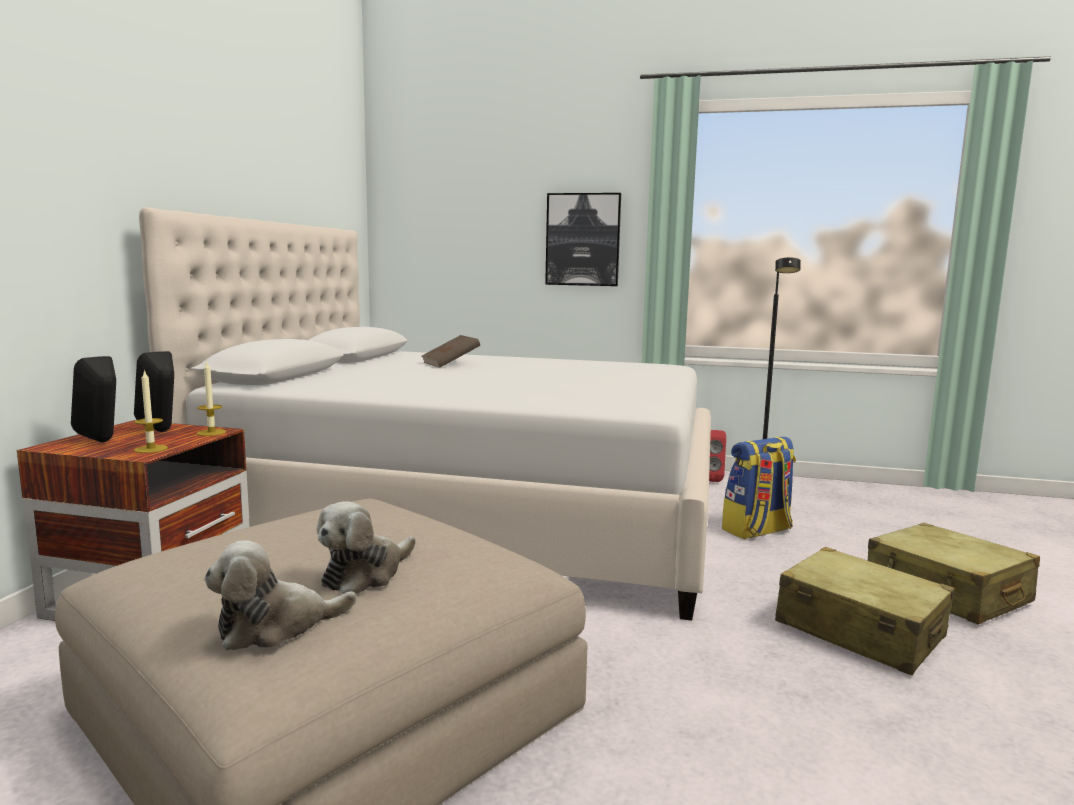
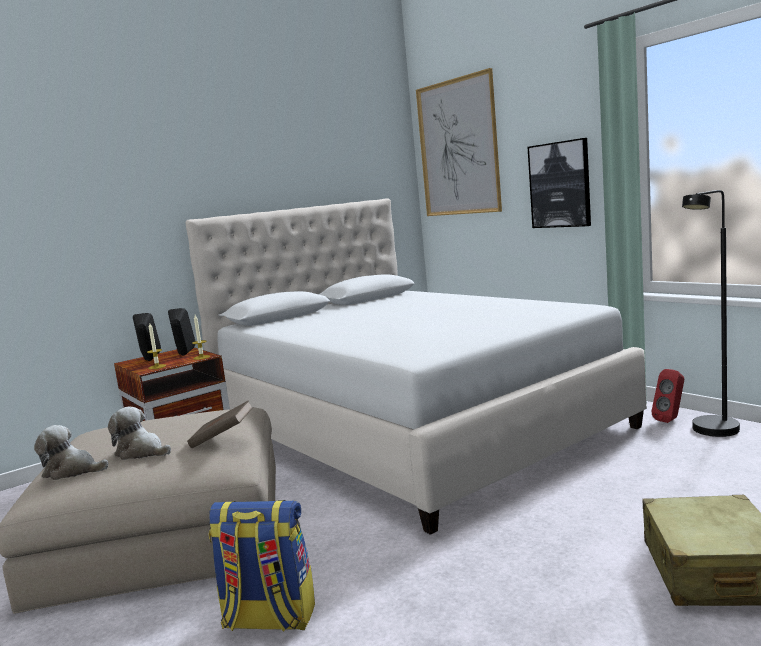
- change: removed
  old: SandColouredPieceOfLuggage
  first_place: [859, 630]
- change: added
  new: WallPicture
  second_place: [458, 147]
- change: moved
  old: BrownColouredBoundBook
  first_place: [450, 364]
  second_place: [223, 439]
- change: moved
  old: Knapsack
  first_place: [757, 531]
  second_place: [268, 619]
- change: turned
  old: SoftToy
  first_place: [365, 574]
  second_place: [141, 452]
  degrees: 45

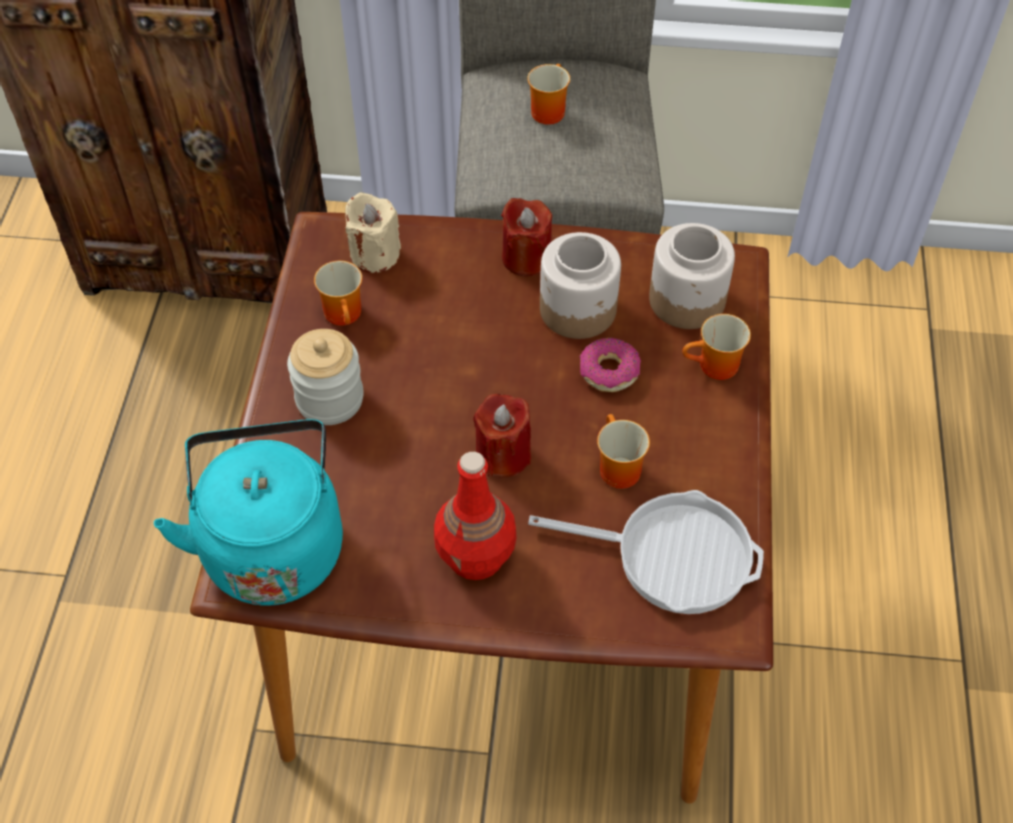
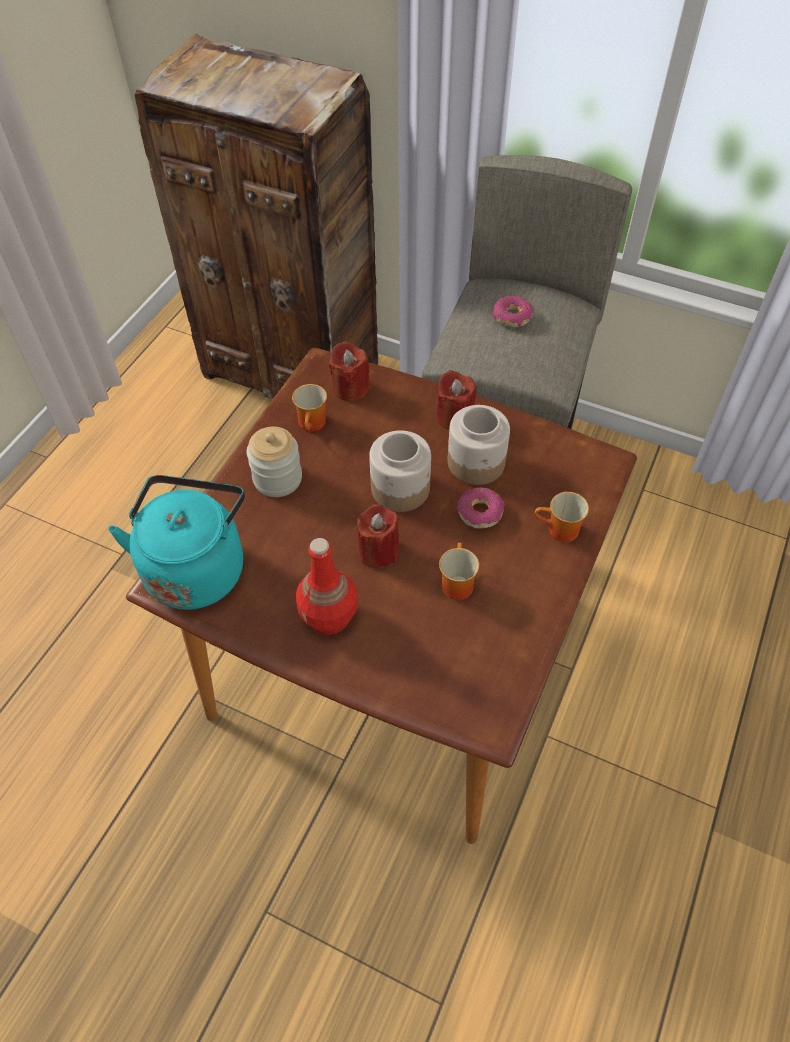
- change: removed
  old: Skillet
  first_place: [672, 555]
- change: moved
  old: Jar
  first_place: [687, 300]
  second_place: [401, 488]
- change: replaced
  old: Mug
  new: Doughnut
  first_place: [546, 110]
  second_place: [512, 317]
- change: recoloured
  old: SandColouredWaxLight
  new: RedColouredWaxLight
  first_place: [374, 254]
  second_place: [350, 388]

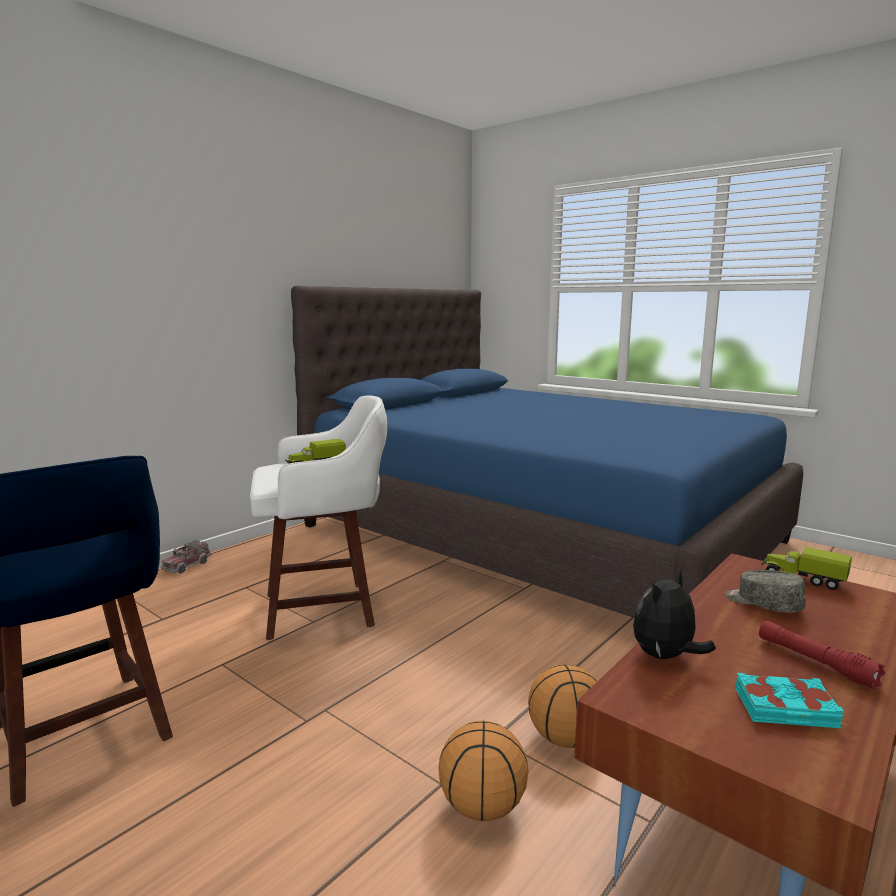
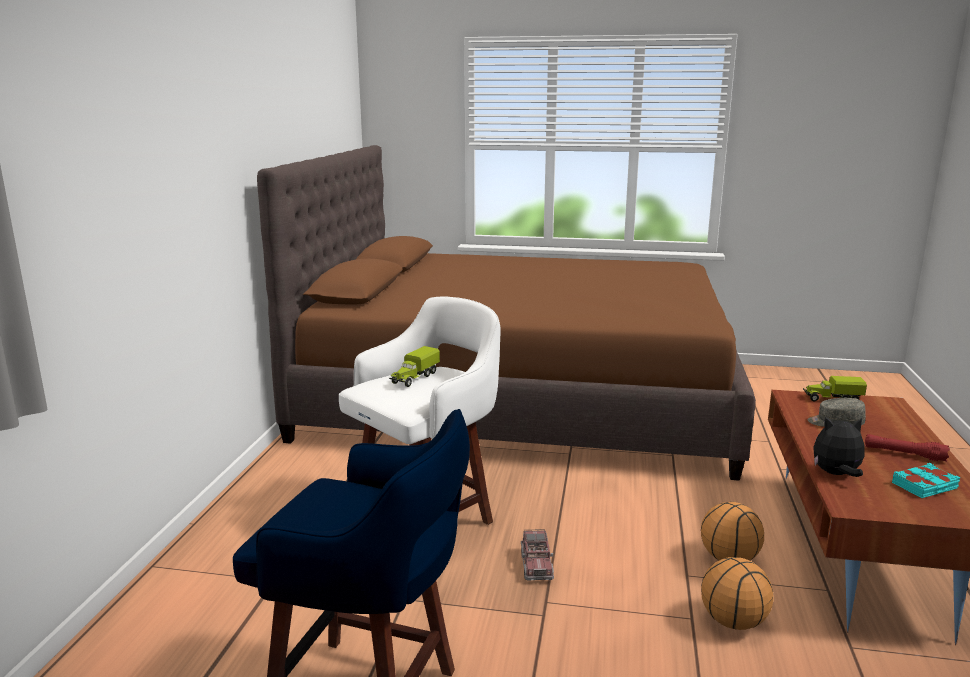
- change: moved
  old: ModelTruck
  first_place: [187, 565]
  second_place: [536, 565]
- change: recoloured
  old: BlueBed
  new: BrownColouredBed
  first_place: [538, 533]
  second_place: [520, 399]
- change: turned
  old: SoftToy
  first_place: [665, 657]
  second_place: [836, 474]
  degrees: 75

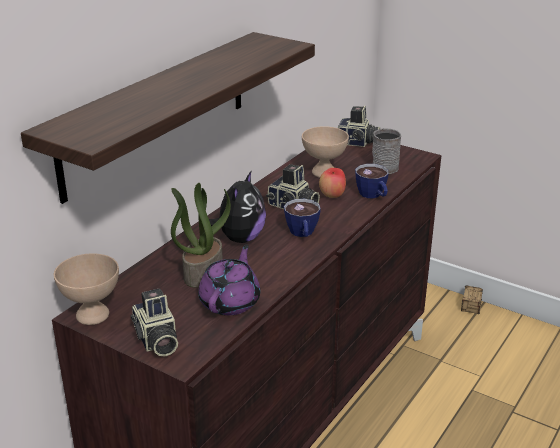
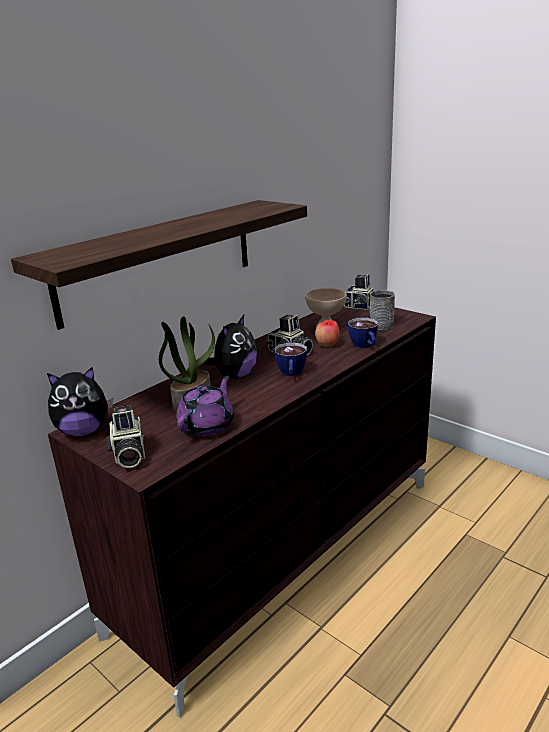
- change: removed
  old: StorageBin
  first_place: [469, 316]
- change: replaced
  old: SandColouredServingBowl
  new: SoftToy
  first_place: [93, 314]
  second_place: [84, 431]

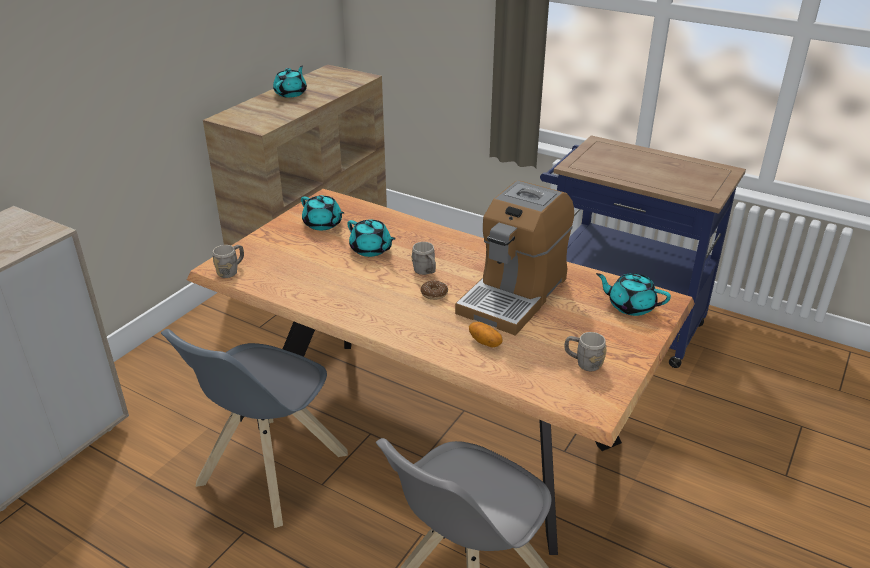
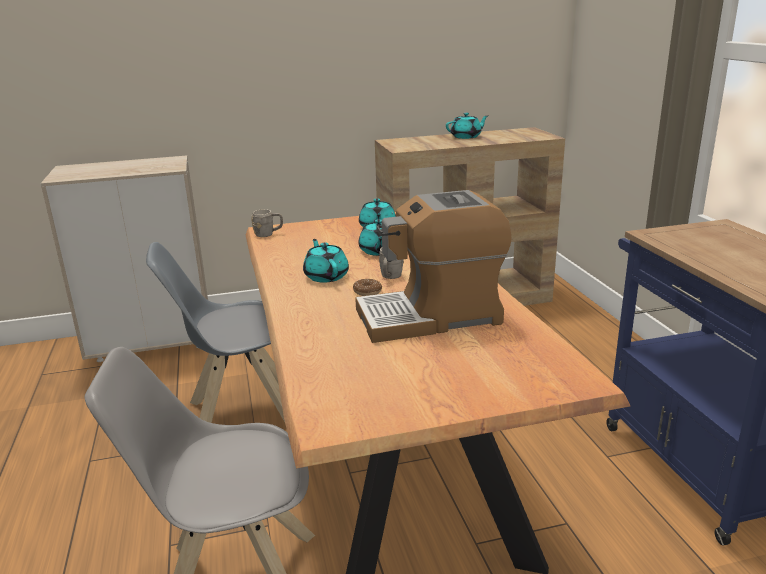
- change: removed
  old: WholePotato
  first_place: [485, 342]
- change: removed
  old: GreyishMug
  first_place: [583, 363]
- change: moved
  old: TurquoiseTeaPot
  first_place: [630, 306]
  second_place: [326, 276]

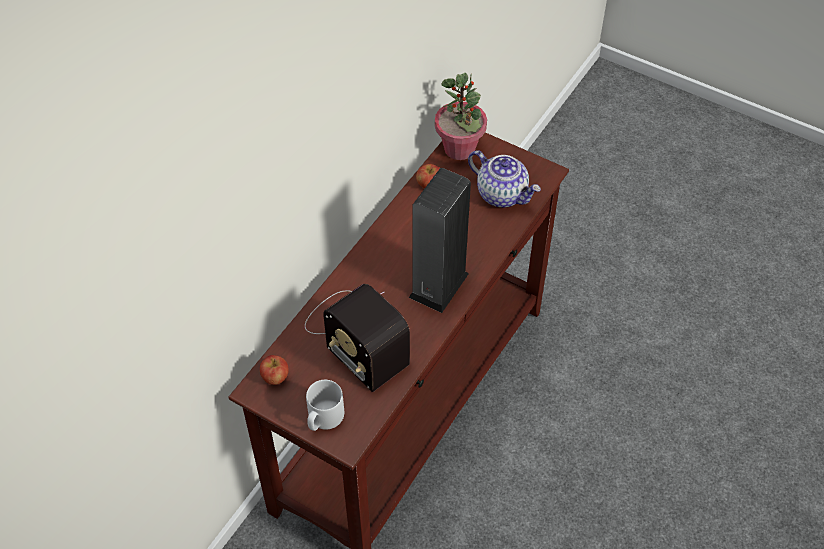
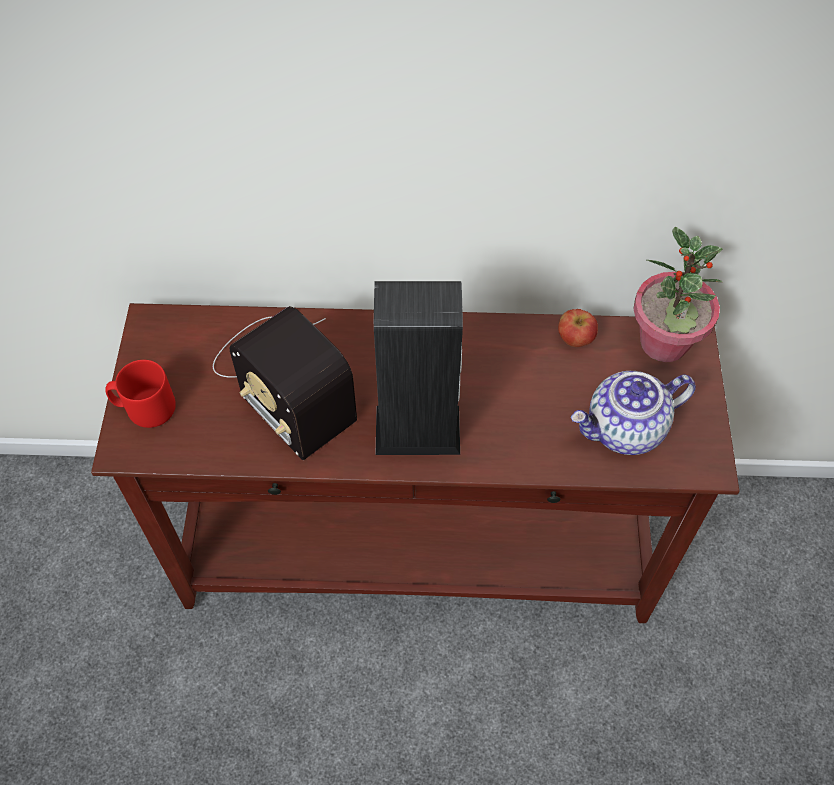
- change: removed
  old: WholeApple
  first_place: [275, 377]
- change: recoloured
  old: GreyishMug
  new: RedColouredMug
  first_place: [323, 418]
  second_place: [145, 408]
- change: turned
  old: RadioReceiver
  first_place: [355, 336]
  second_place: [283, 380]
  degrees: -60
- change: turned
  old: TeaPot
  first_place: [502, 194]
  second_place: [625, 430]
  degrees: 60

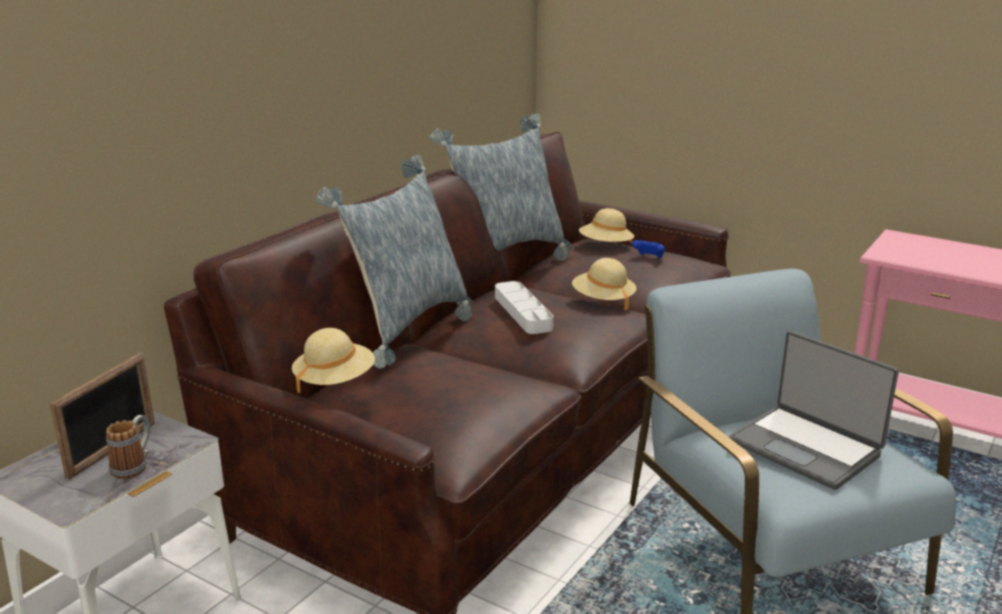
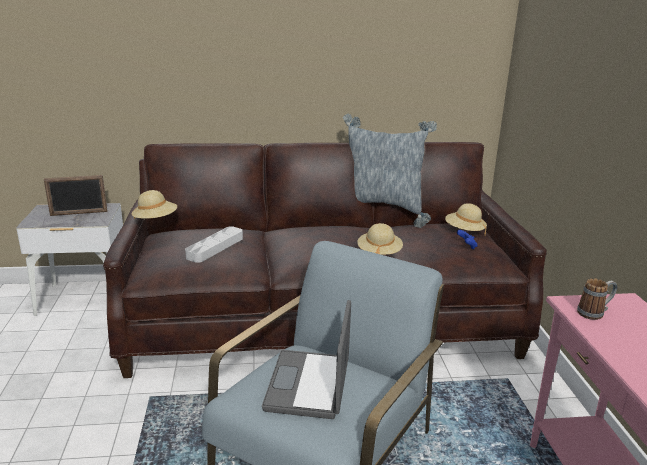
- change: removed
  old: ThrowPillow
  first_place: [403, 338]
- change: moved
  old: Mug
  first_place: [134, 466]
  second_place: [594, 313]
- change: moved
  old: GreyishTray
  first_place: [523, 312]
  second_place: [215, 247]

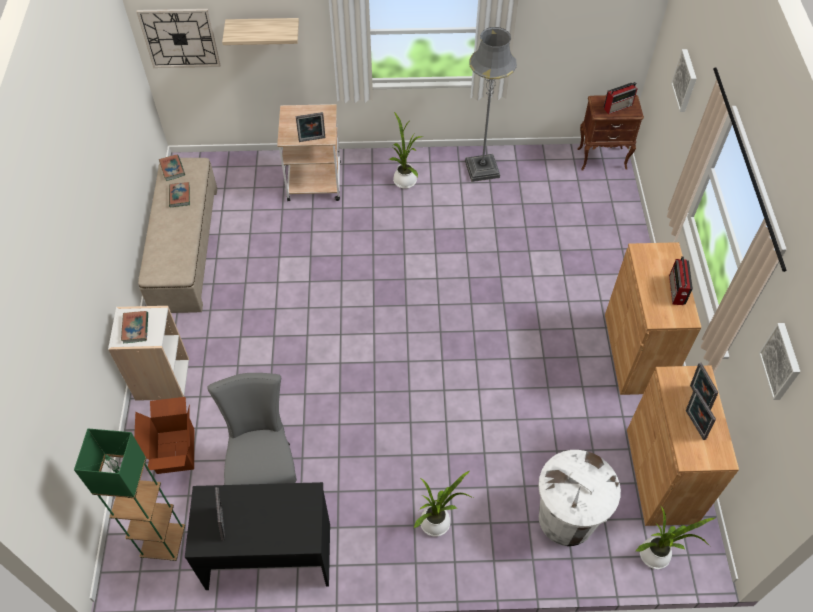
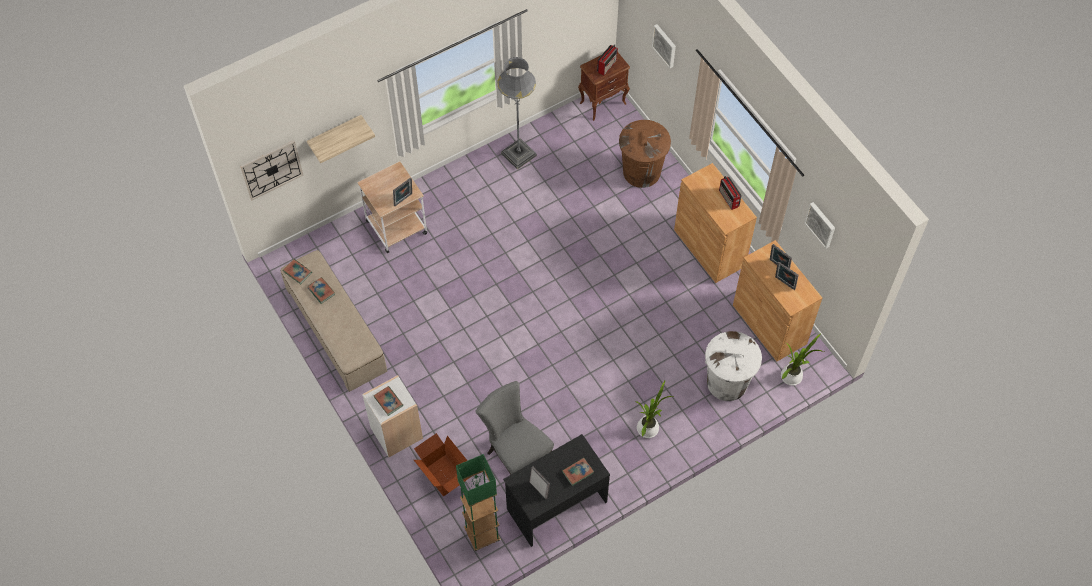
- change: removed
  old: PlantInAPot
  first_place: [404, 179]
- change: added
  new: BoundBook
  second_place: [577, 472]
- change: added
  new: BrownColouredWasteBin
  second_place: [641, 172]

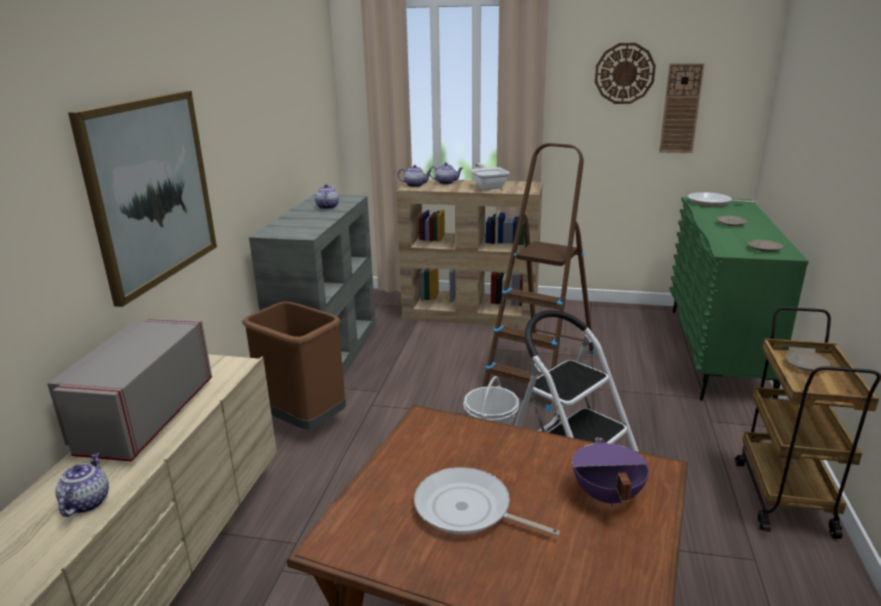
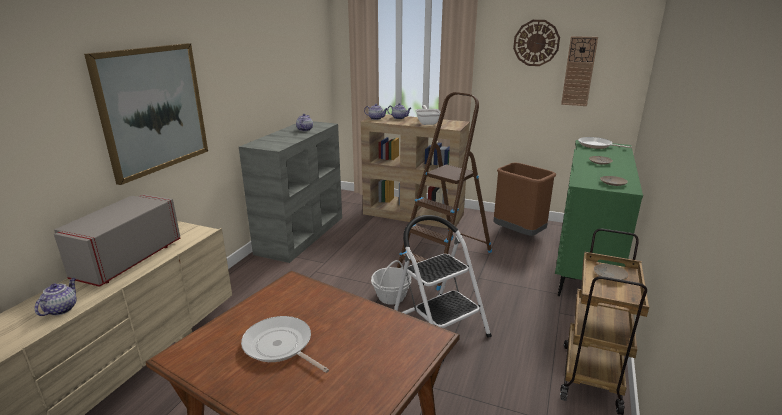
- change: removed
  old: PurplishStockpot
  first_place: [605, 495]
- change: moved
  old: BrownColouredWasteBin
  first_place: [304, 421]
  second_place: [519, 233]

